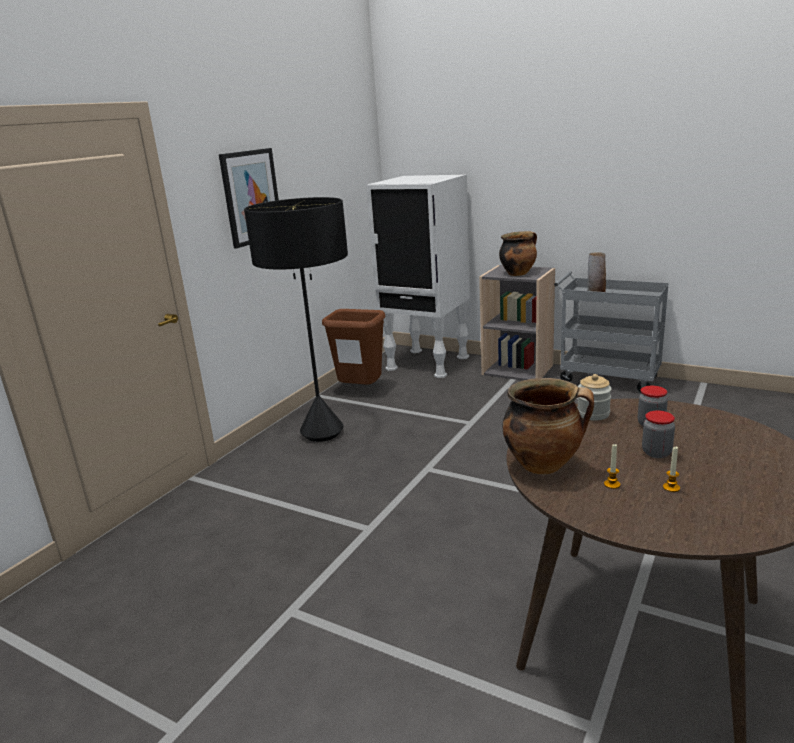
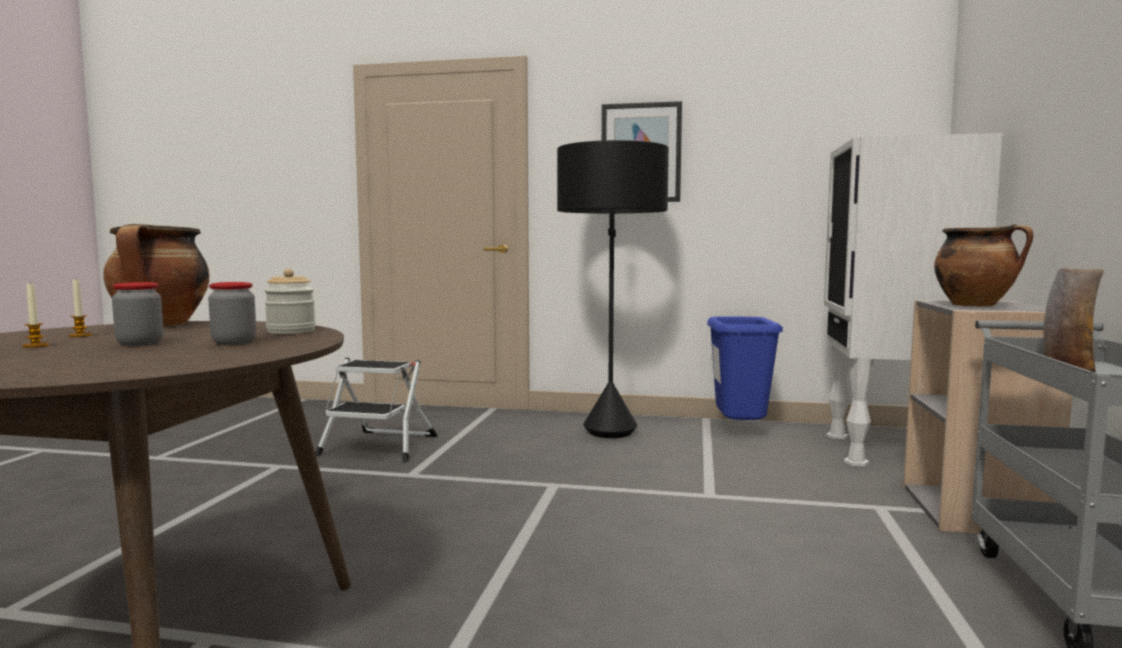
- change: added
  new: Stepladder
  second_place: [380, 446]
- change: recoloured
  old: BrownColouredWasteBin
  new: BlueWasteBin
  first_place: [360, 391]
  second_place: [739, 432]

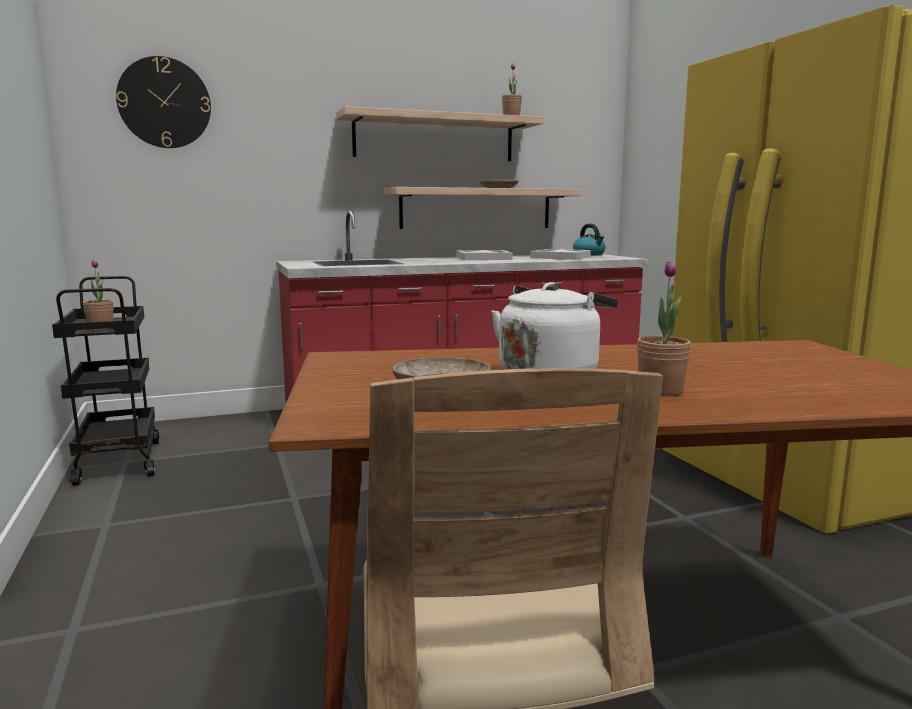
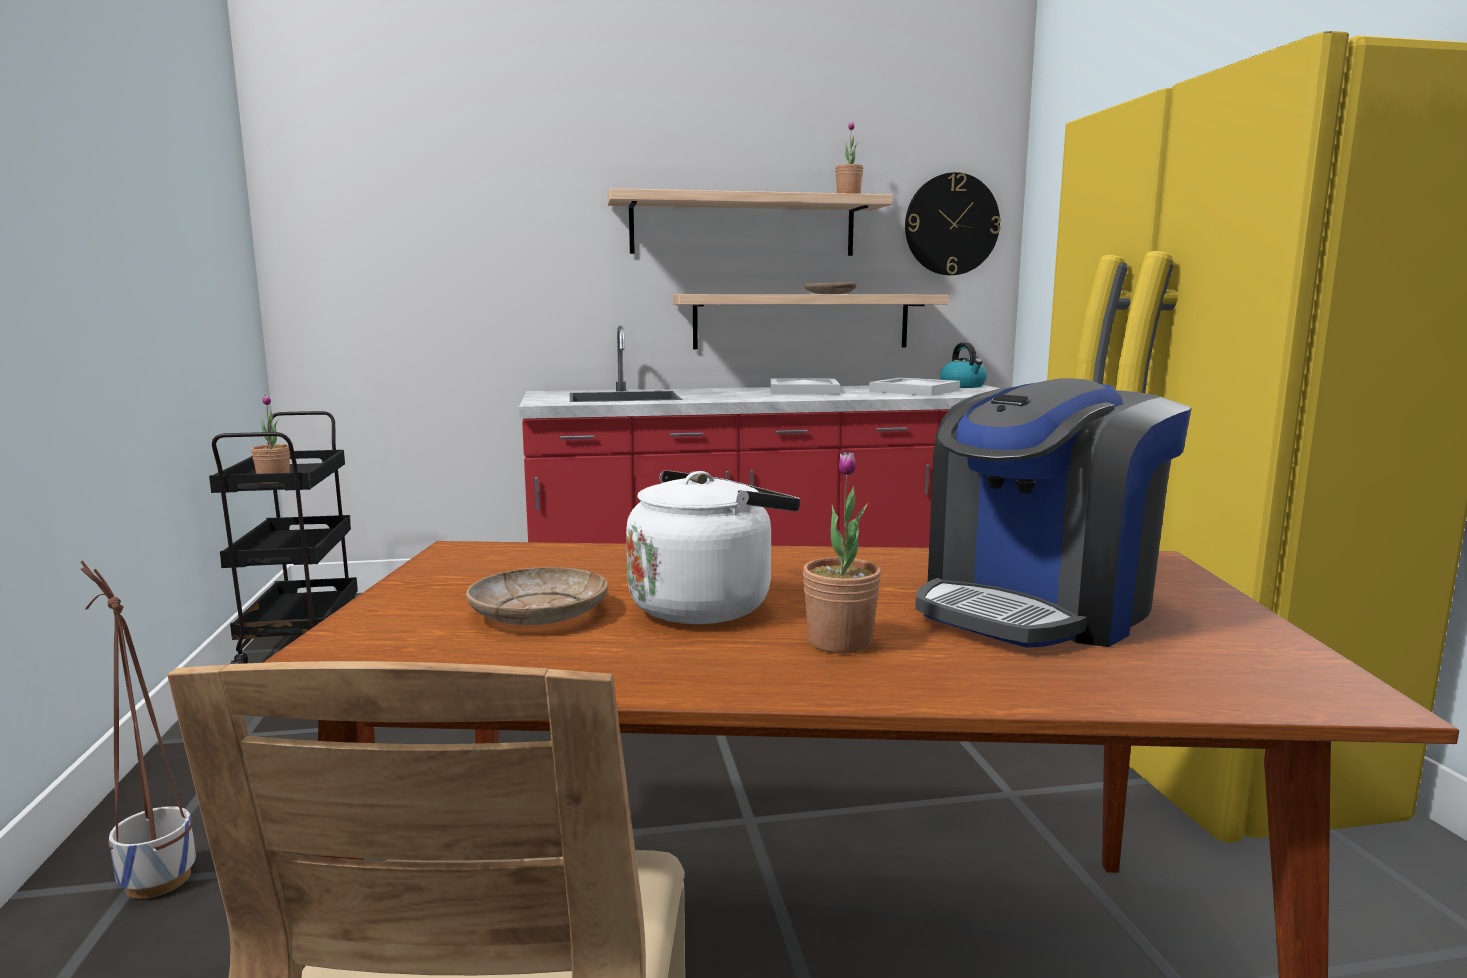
- change: added
  new: Planter
  second_place: [157, 881]
- change: added
  new: CoffeeMaker
  second_place: [1038, 607]
- change: moved
  old: ClockOnTheWall
  first_place: [164, 103]
  second_place: [951, 224]

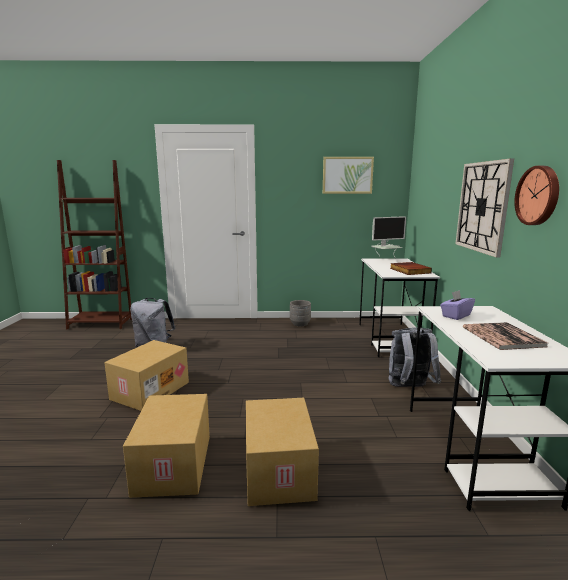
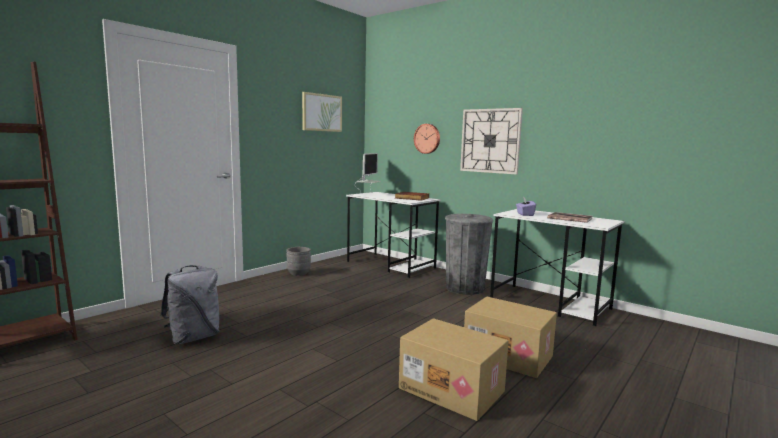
- change: removed
  old: CardboardBox
  first_place: [150, 390]
- change: moved
  old: ClockOnTheWall
  first_place: [538, 195]
  second_place: [427, 138]
- change: replaced
  old: GreyishKnapsack
  new: GreyishWasteBin
  first_place: [409, 388]
  second_place: [465, 288]

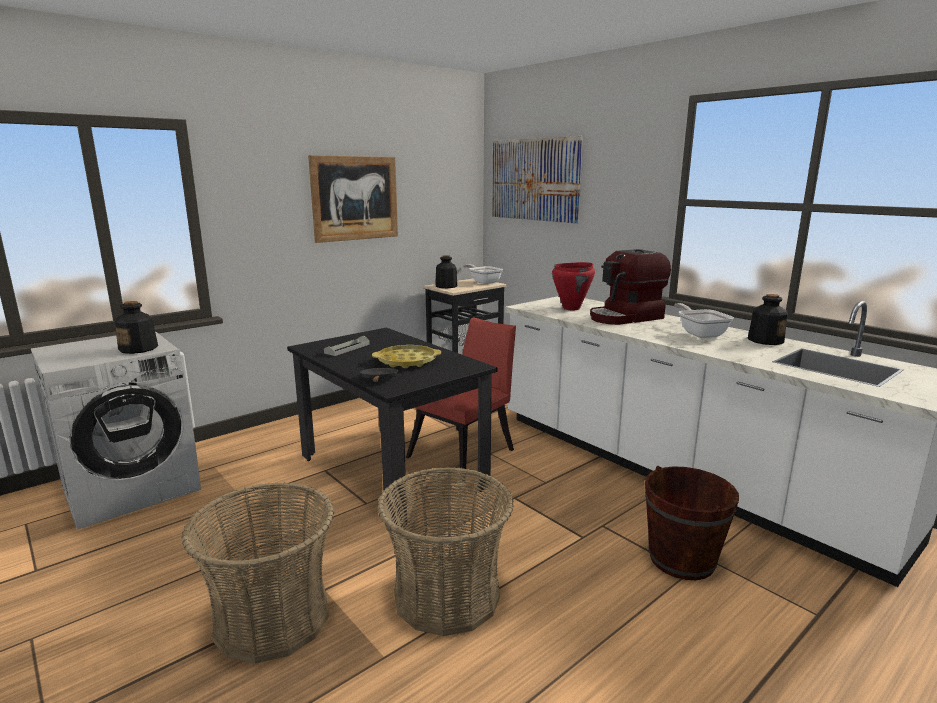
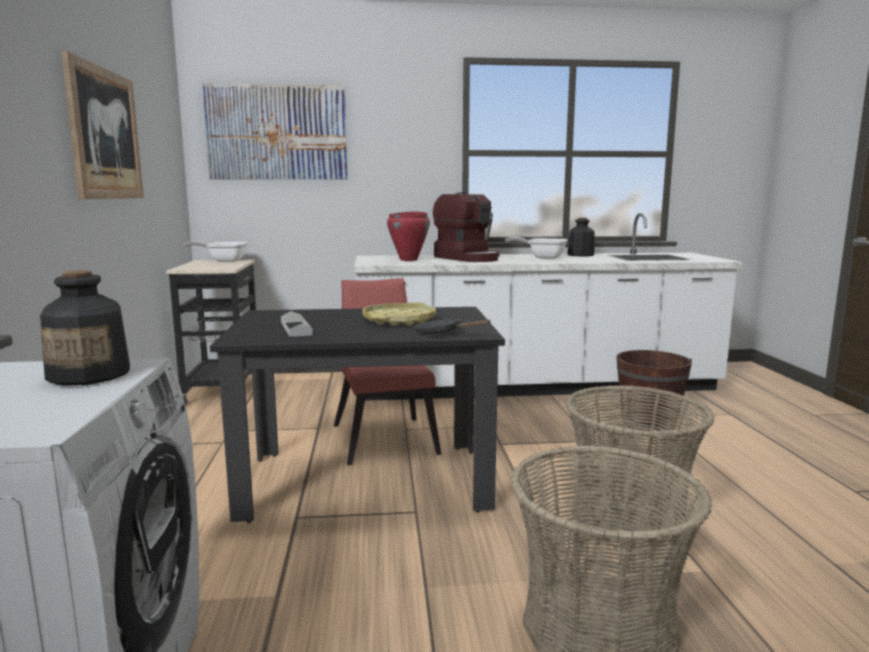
- change: removed
  old: Bottle
  first_place: [446, 286]
- change: turned
  old: CoffeeMaker
  first_place: [626, 317]
  second_place: [468, 258]
  degrees: -45

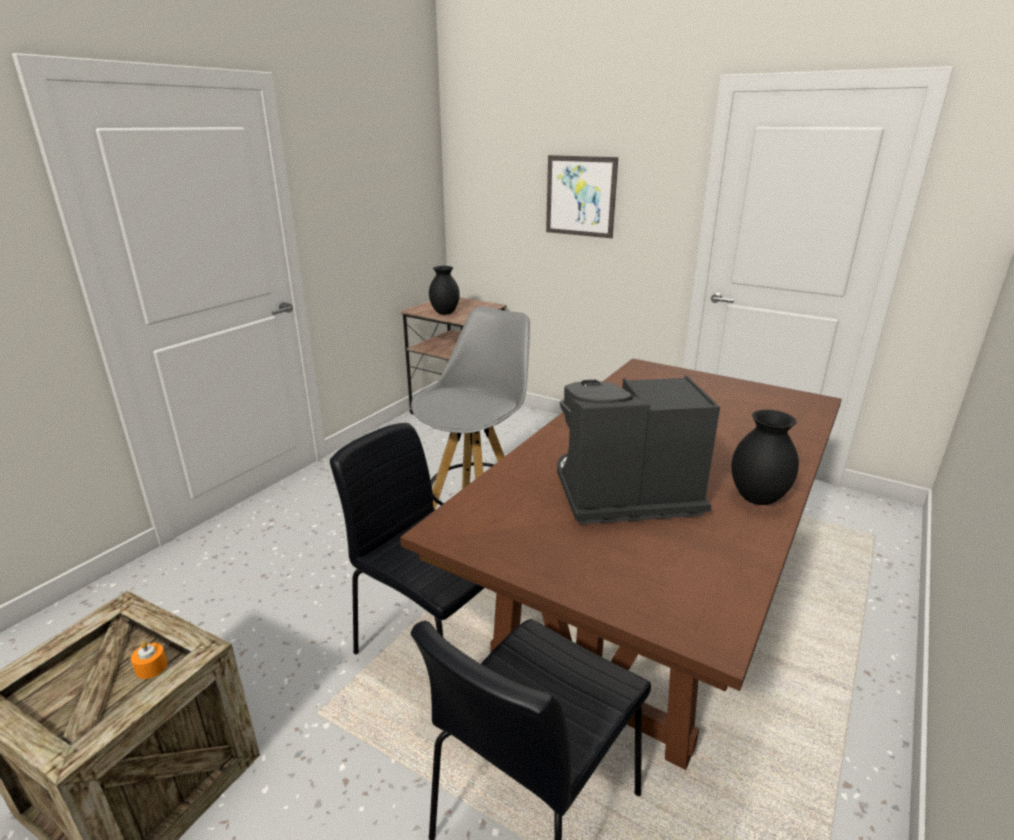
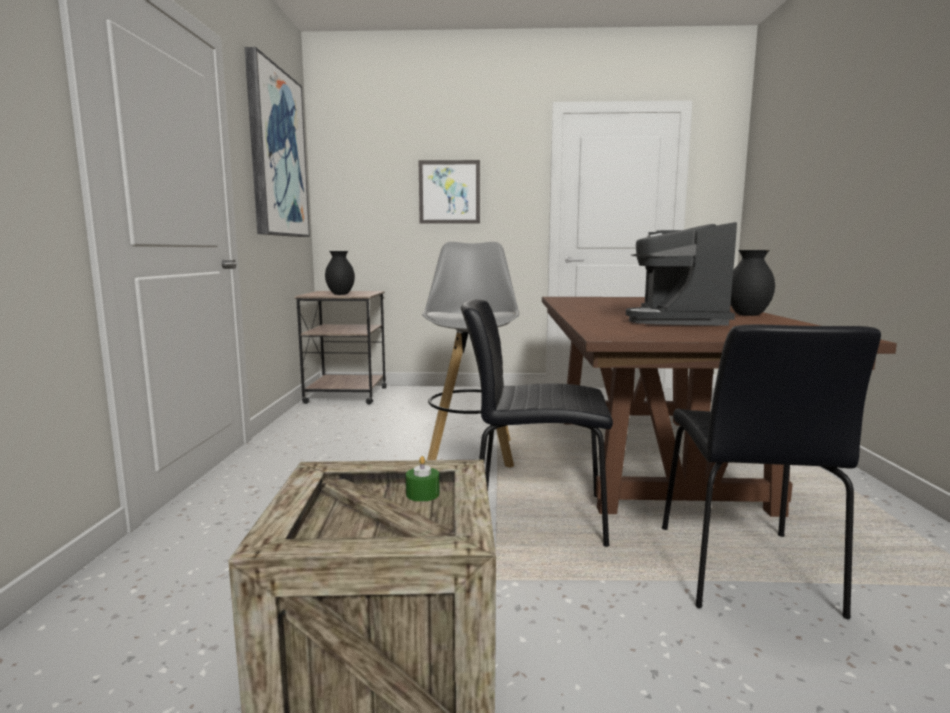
- change: added
  new: WallPicture
  second_place: [276, 154]
- change: recoloured
  old: OrangeyWaxLight
  new: GreenishWaxLight
  first_place: [151, 667]
  second_place: [422, 494]
- change: turned
  old: CoffeeMaker
  first_place: [622, 495]
  second_place: [678, 320]
  degrees: -45

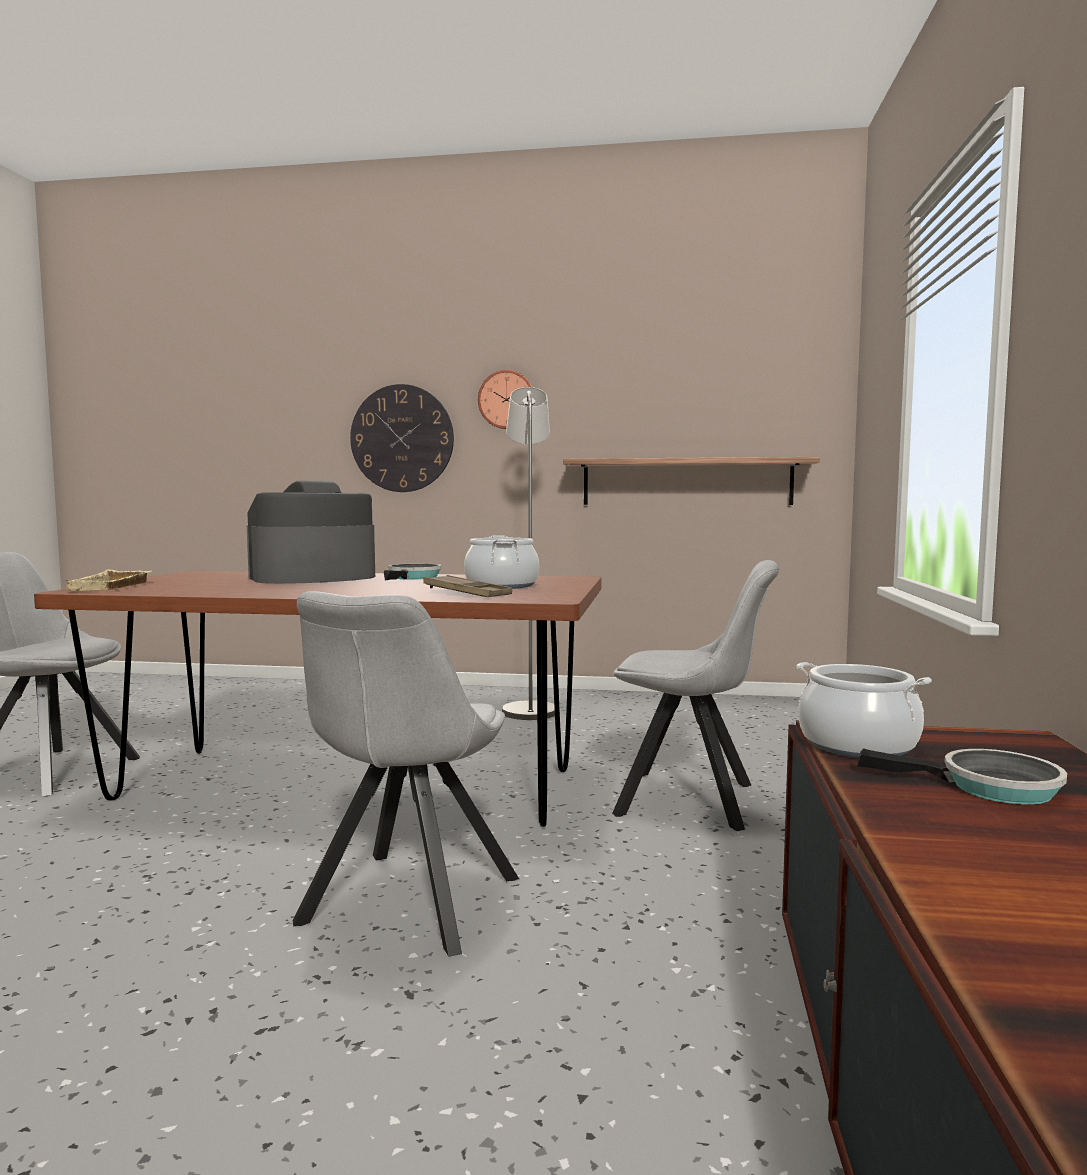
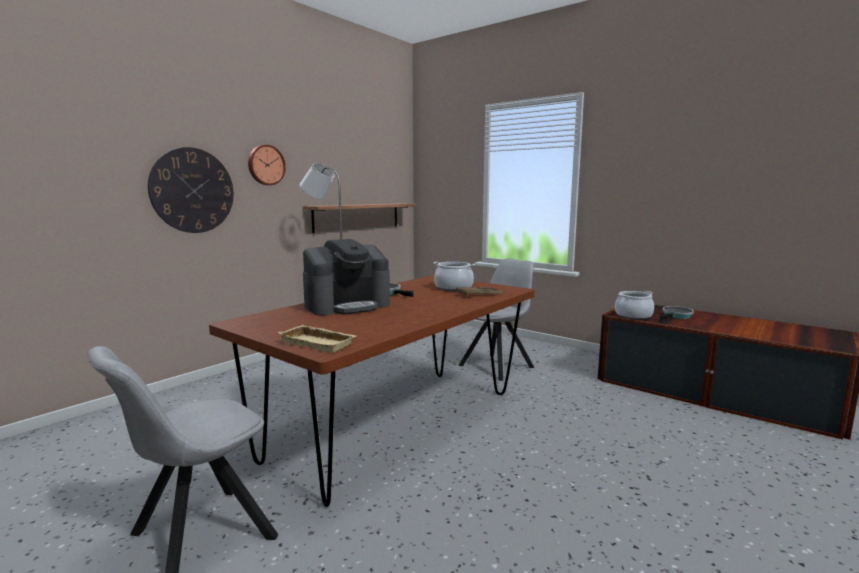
- change: removed
  old: GreyishChair
  first_place: [408, 903]
- change: turned
  old: CoffeeMaker
  first_place: [312, 578]
  second_place: [347, 305]
  degrees: -120

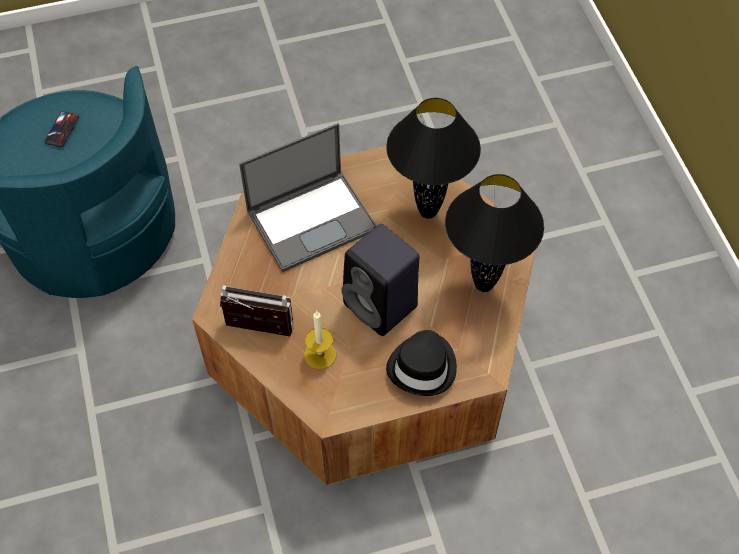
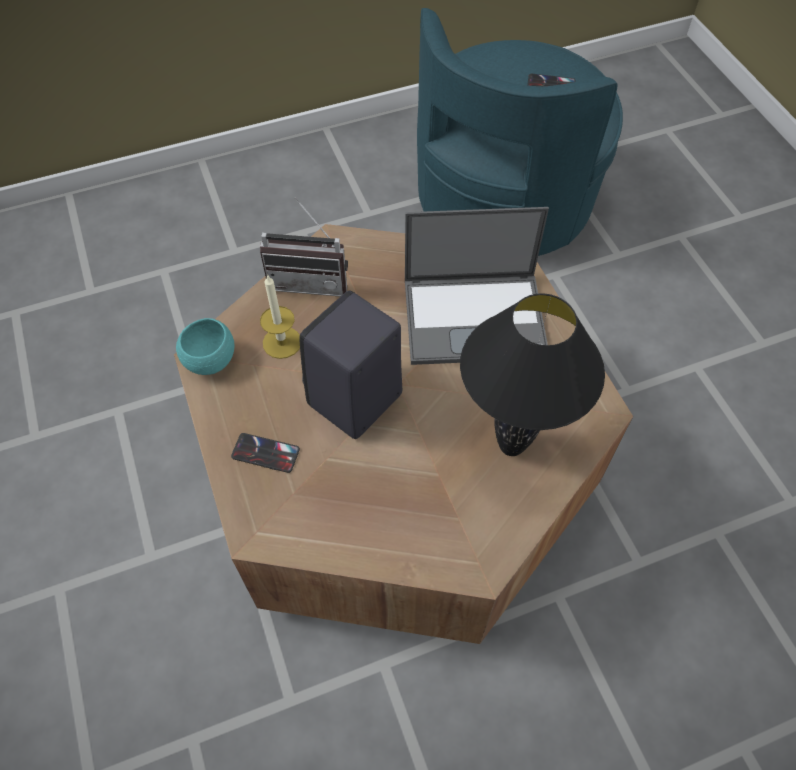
- change: removed
  old: BlackTableLamp
  first_place: [483, 285]
- change: added
  new: TurquoiseServingBowl
  second_place: [210, 360]
- change: replaced
  old: BlackWearableHat
  new: Phone
  first_place: [423, 367]
  second_place: [265, 453]
- change: turned
  old: RadioReceiver
  first_place: [256, 332]
  second_place: [310, 280]
  degrees: 90
- change: turned
  old: Laptop
  first_place: [313, 219]
  second_place: [476, 317]
  degrees: -60

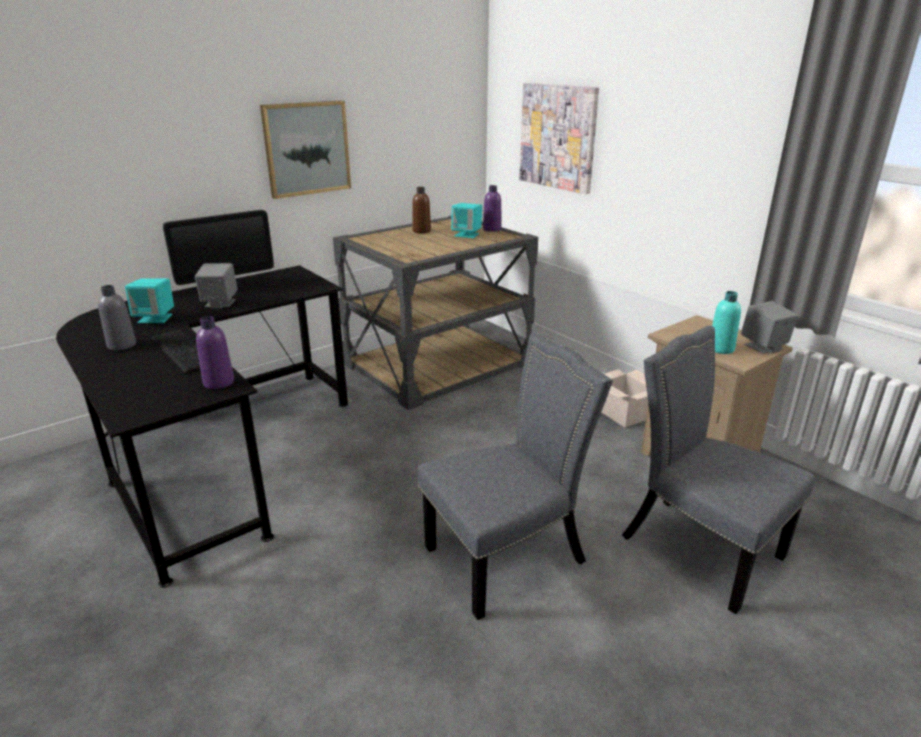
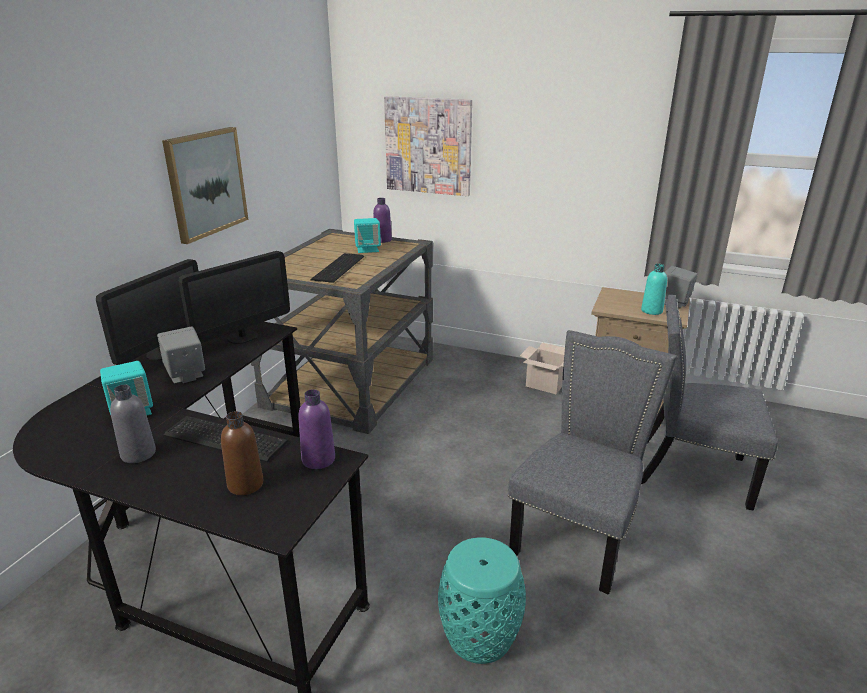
- change: added
  new: ComputerDisplay
  second_place: [242, 337]
- change: added
  new: ComputerKeyboard
  second_place: [340, 267]
- change: added
  new: TurquoiseStoolSeat
  second_place: [480, 636]
- change: moved
  old: BrownColouredBottle
  first_place: [421, 231]
  second_place: [245, 484]

